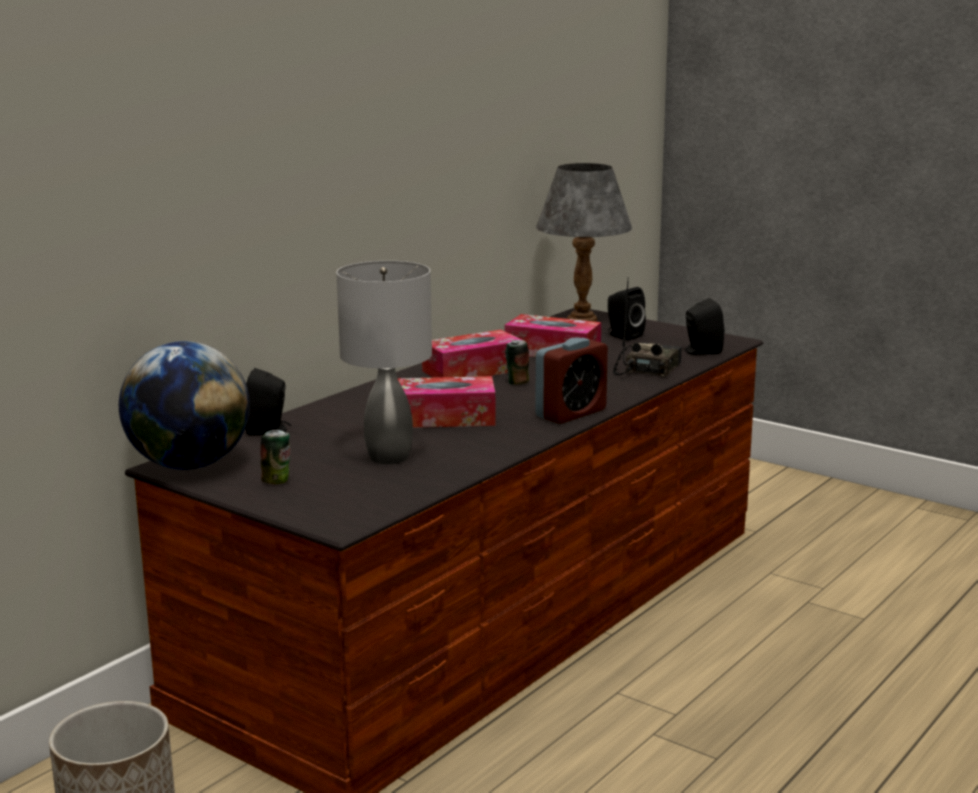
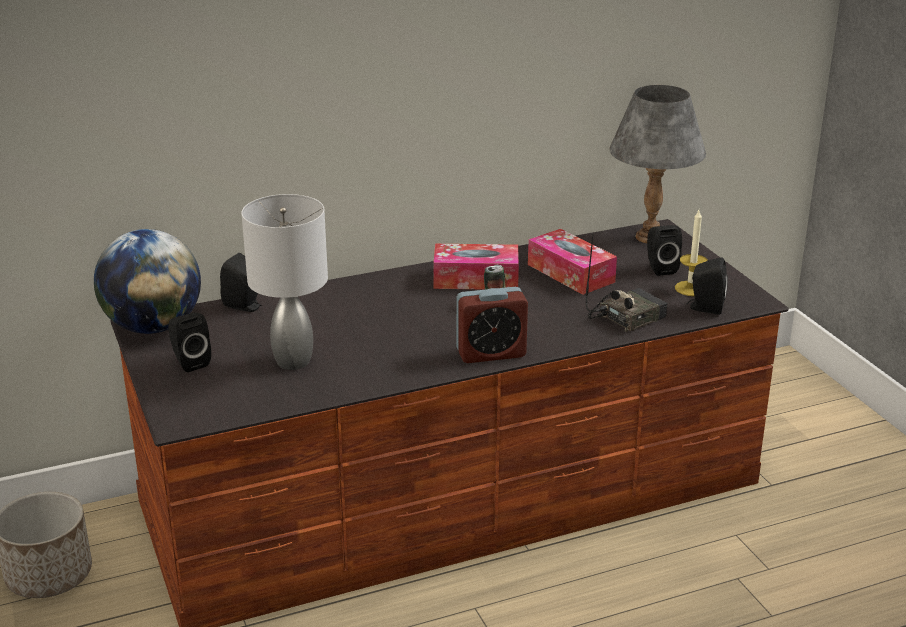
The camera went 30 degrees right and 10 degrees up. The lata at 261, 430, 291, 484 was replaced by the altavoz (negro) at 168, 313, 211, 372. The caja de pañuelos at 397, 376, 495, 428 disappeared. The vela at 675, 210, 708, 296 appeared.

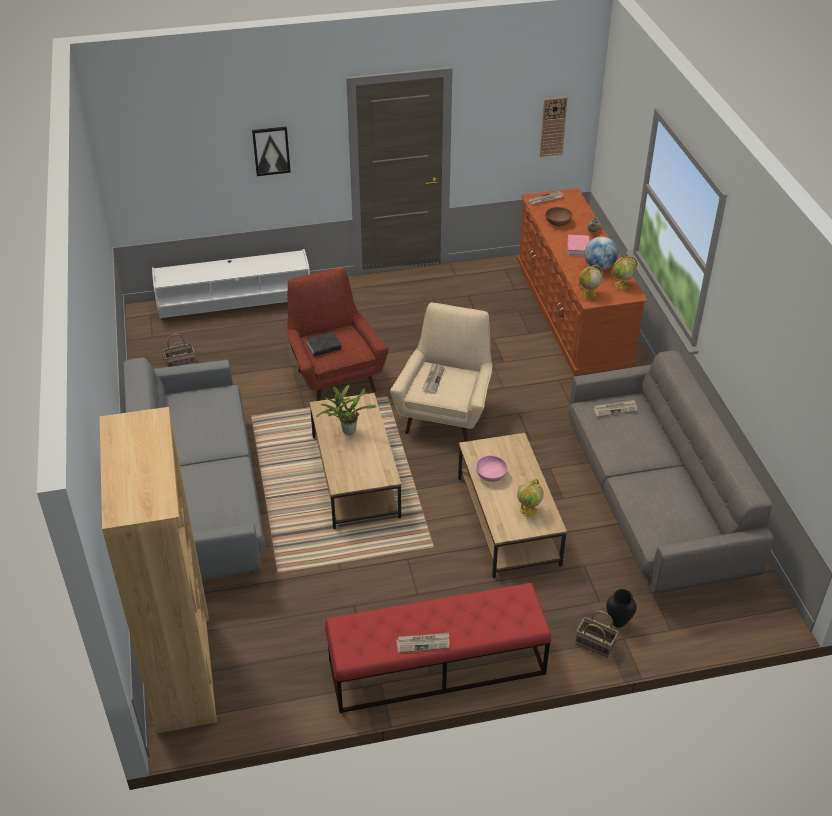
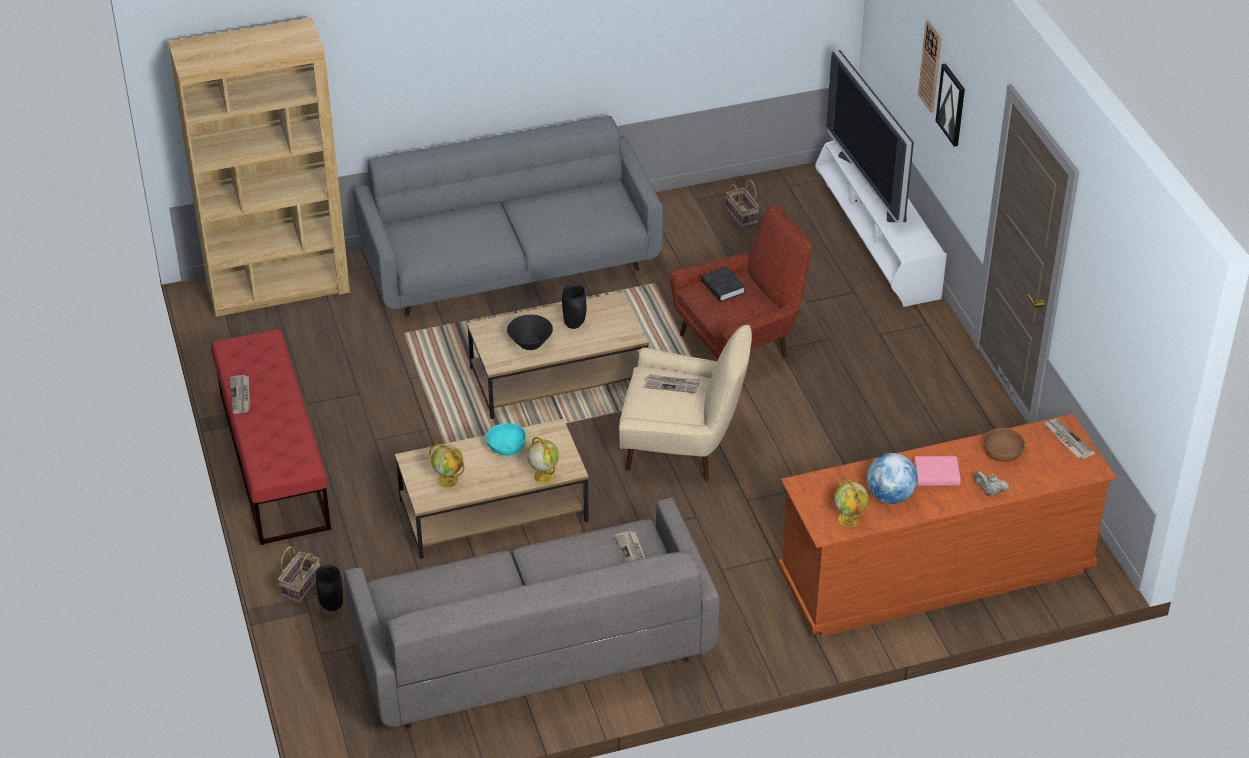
The camera went 85 degrees right and 0 degrees up. The planta en maceta at 316, 385, 377, 435 was replaced by the florero (negro) at 562, 284, 586, 329. The cuenco (rosa) at 476, 455, 508, 482 became the cuenco (turquesa) at 486, 423, 526, 456. The reloj de pared moved from 540, 97, 568, 157 to 918, 20, 941, 113. The globo terráqueo moved from 579, 265, 603, 299 to 527, 437, 559, 483. The cuenco (negro) at 507, 315, 553, 350 appeared. The televisor at 826, 50, 914, 223 appeared.

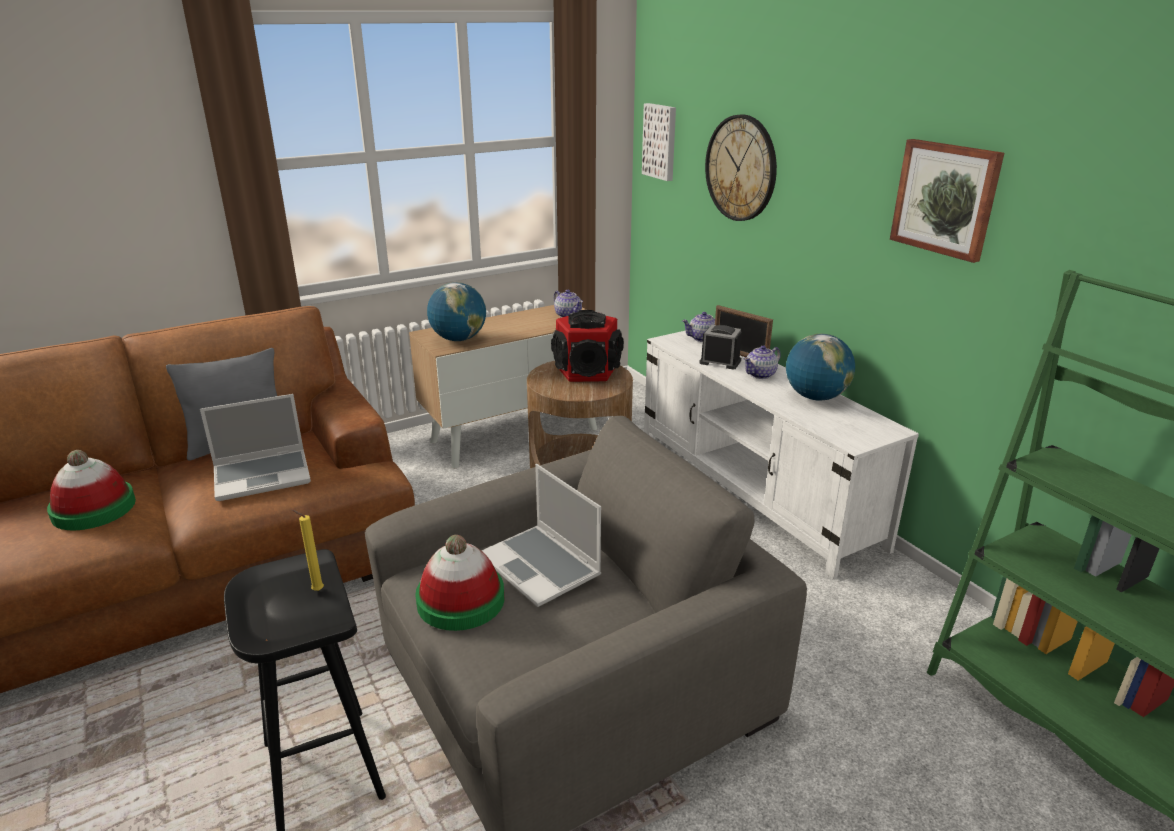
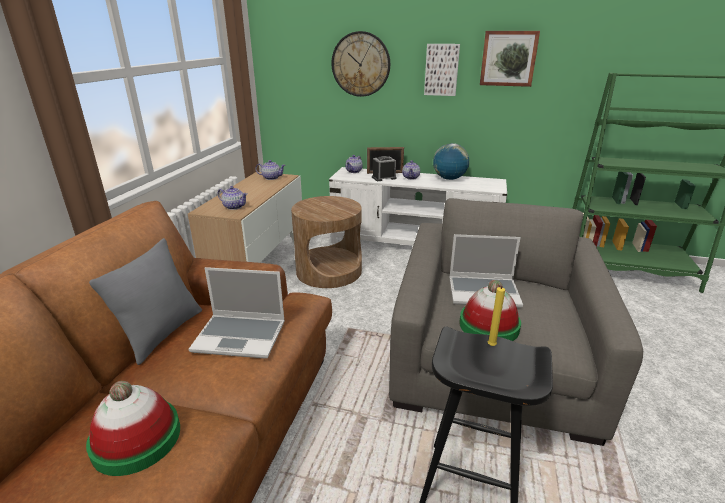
The camera went 45 degrees left and 0 degrees up. The portátil at 200, 394, 311, 501 turned 75 degrees clockwise. The globo terráqueo at 427, 282, 486, 341 was replaced by the tetera at 218, 186, 248, 210. The altavoz at 551, 310, 624, 382 disappeared. The cuadro moved from 642, 103, 676, 181 to 424, 44, 460, 96.

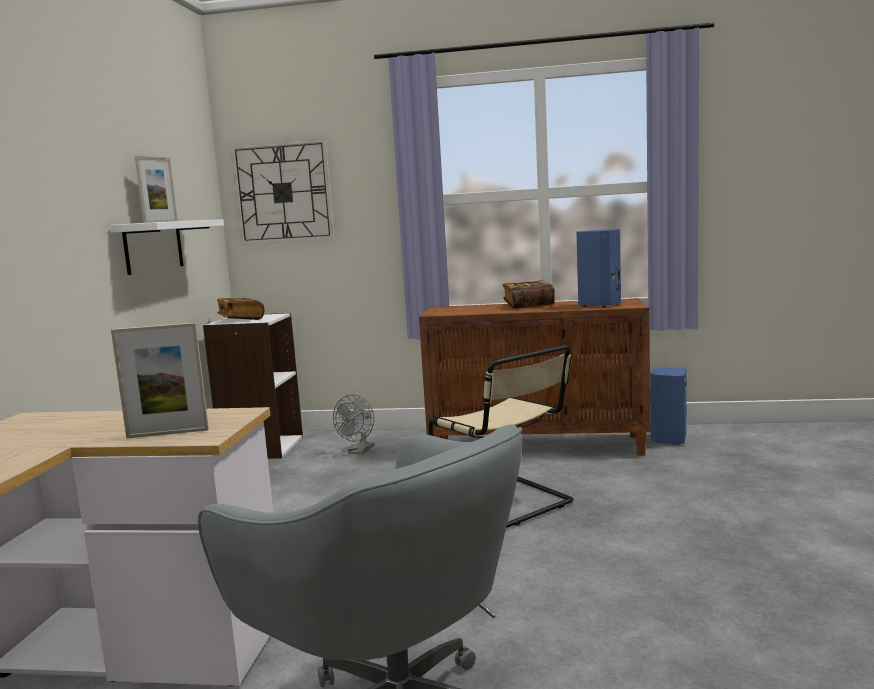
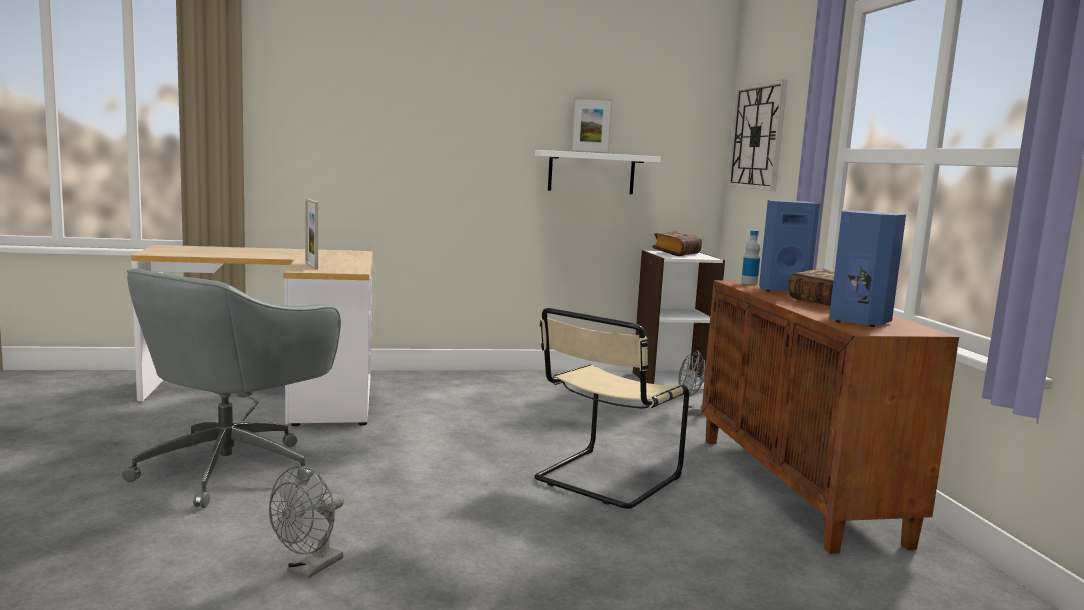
The camera went 70 degrees right and 0 degrees up. The altavoz (azul) moved from 650, 367, 687, 445 to 759, 200, 820, 291. The ventilador (gris) at 269, 466, 344, 578 appeared. The botella at 741, 230, 760, 285 appeared.

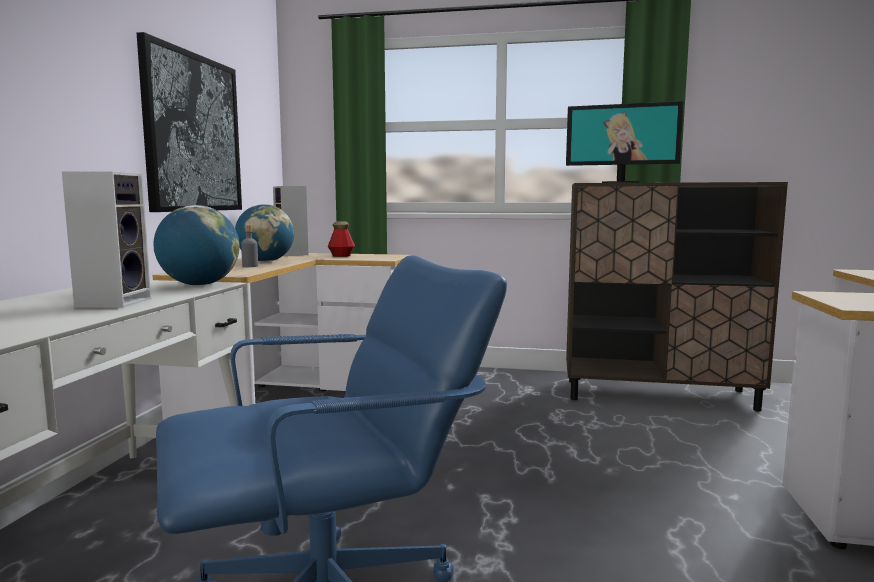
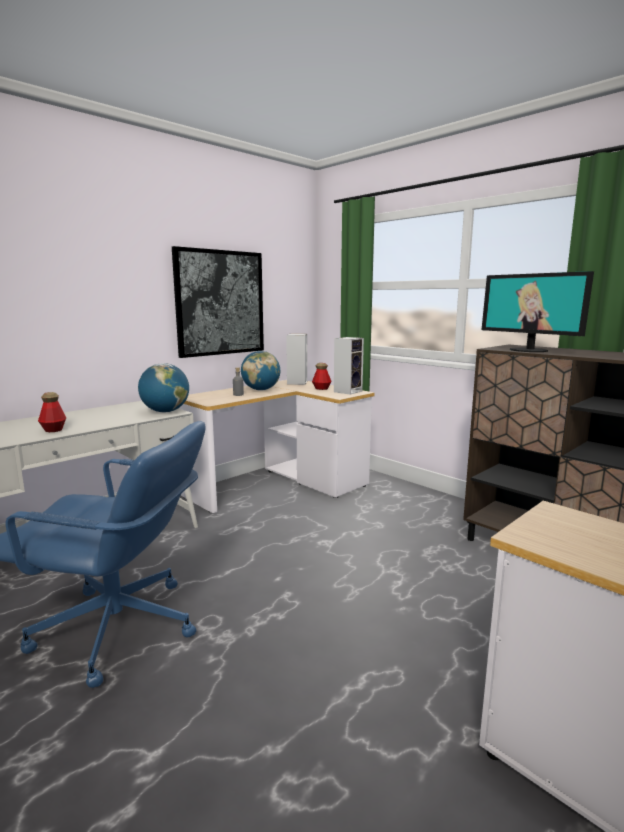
The camera went 35 degrees right and 5 degrees up. The altavoz moved from 62, 172, 151, 308 to 334, 337, 364, 395. The botella at 38, 392, 66, 432 appeared.

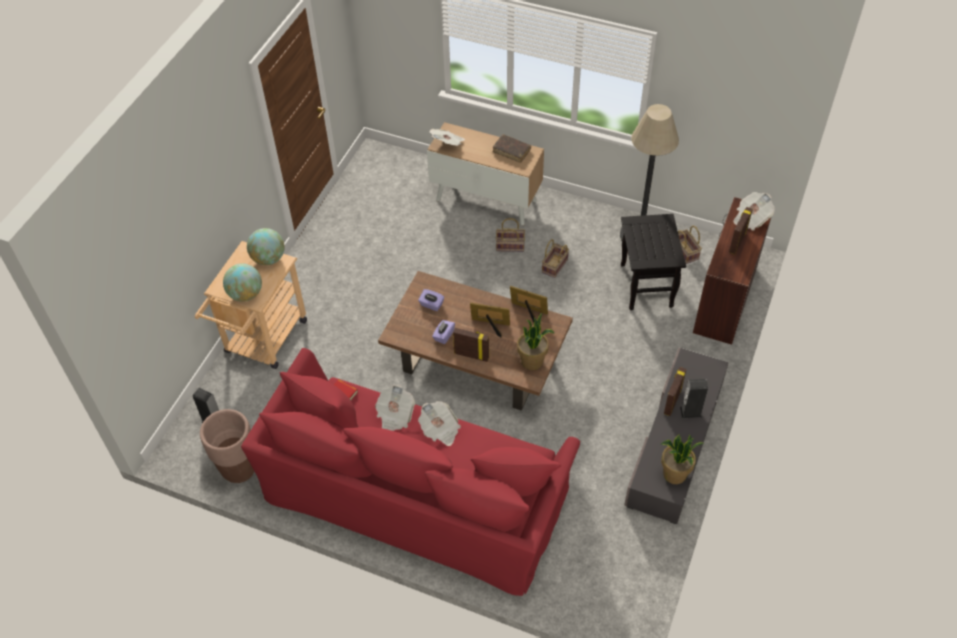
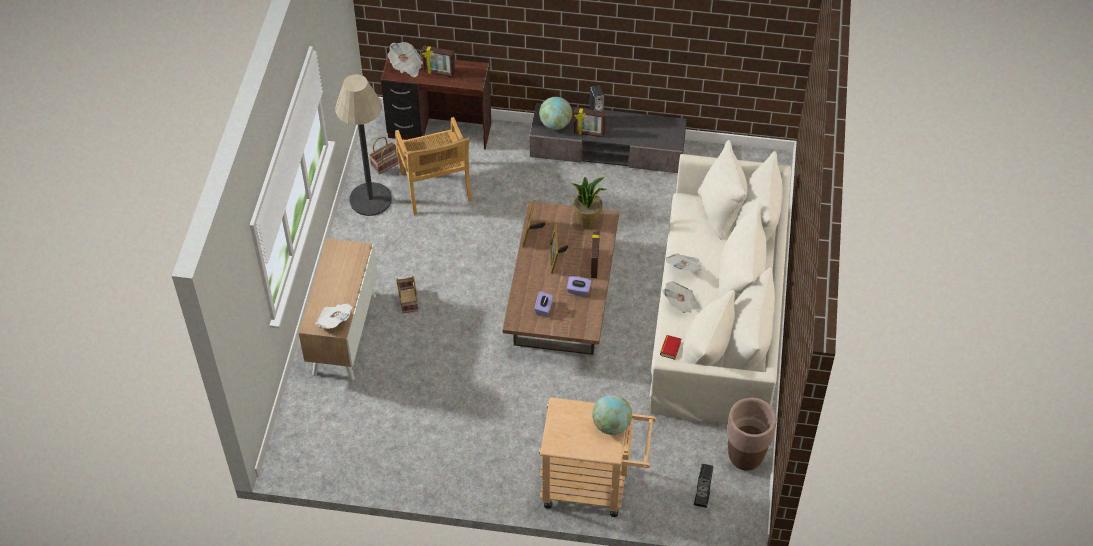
The camera went 105 degrees left and 0 degrees up. The sofá (rojo) at 241, 348, 580, 596 became the sofá (beis) at 648, 140, 791, 423. The globo terráqueo moved from 247, 228, 285, 265 to 539, 97, 572, 130. The libro (marrón) at 492, 134, 531, 163 disappeared. The cesta at 542, 239, 569, 278 disappeared. The mesa auxiliar (negro) at 621, 214, 686, 310 was replaced by the silla (beis) at 395, 117, 472, 215. The planta en maceta at 661, 435, 704, 484 disappeared.

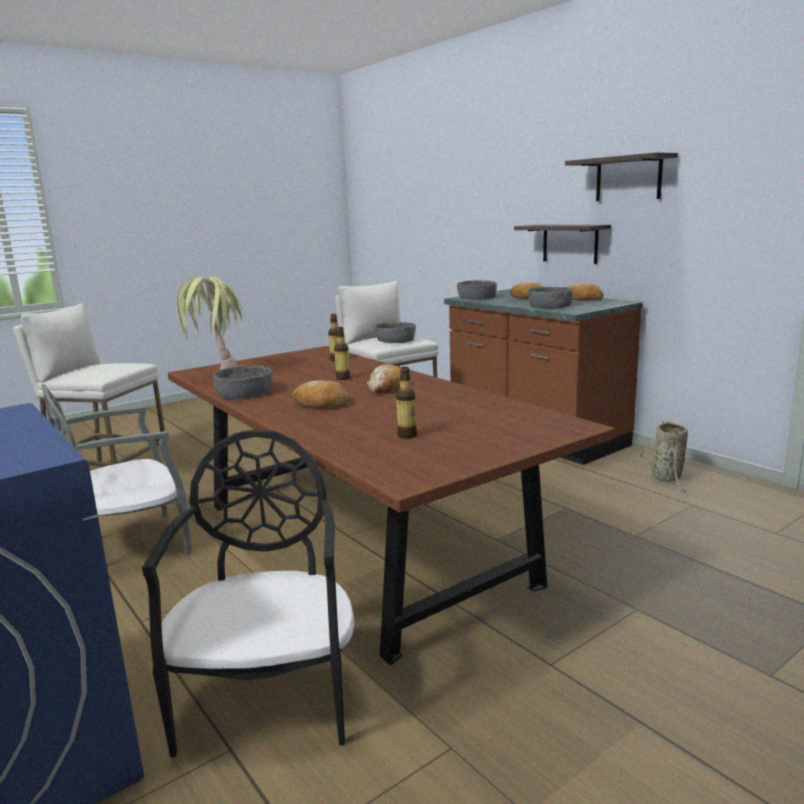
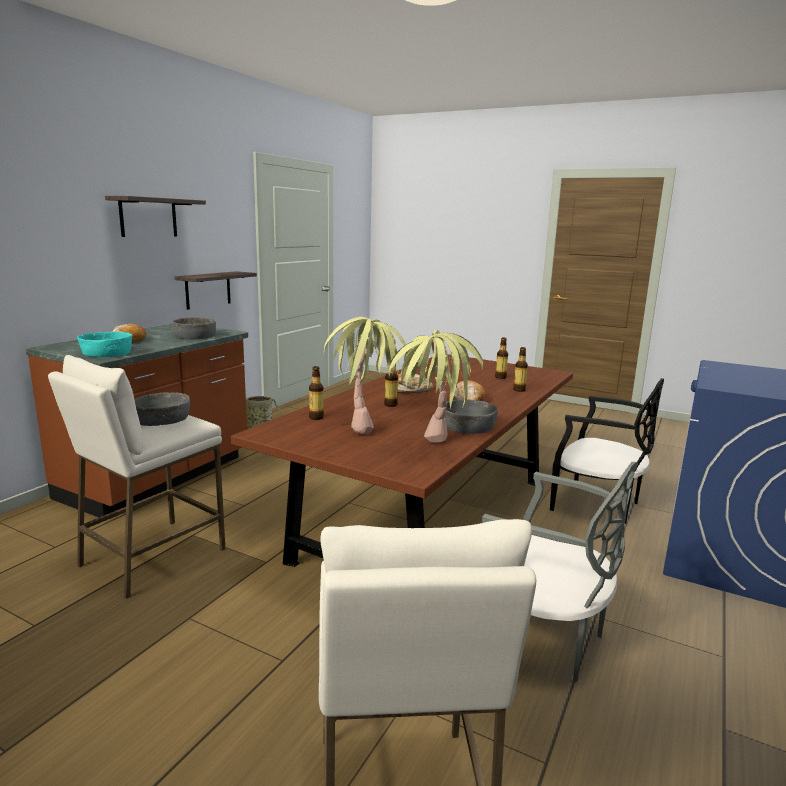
The camera went 115 degrees left and 0 degrees up. The silla (negro) at 142, 429, 354, 757 turned 120 degrees counterclockwise. The cuenco (gris) at 457, 280, 497, 300 became the cuenco (turquesa) at 77, 332, 132, 357. The estante moved from 514, 225, 611, 264 to 175, 271, 257, 310. The pan at 568, 283, 604, 301 disappeared. The planta en maceta at 324, 317, 406, 435 appeared. The botella at 513, 347, 528, 392 appeared.

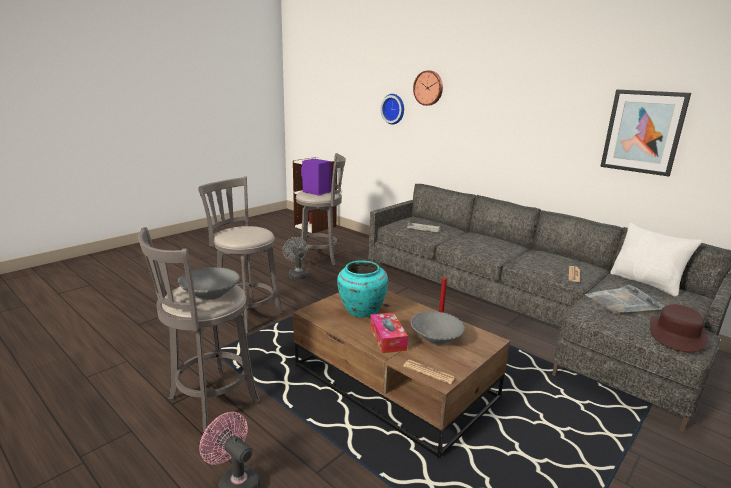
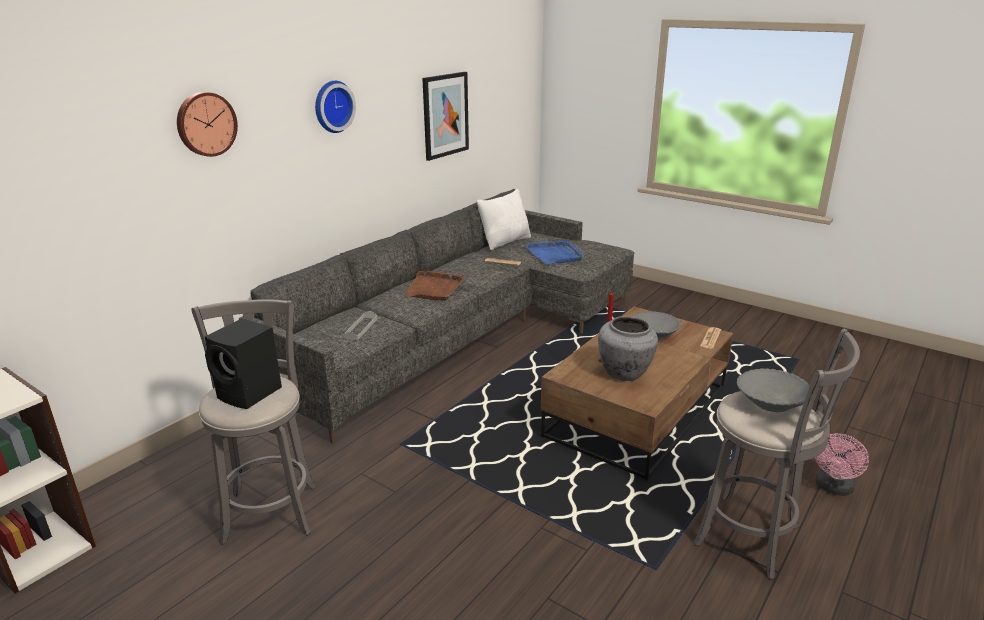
The camera went 95 degrees left and 5 degrees up. The taburete (gris) at 198, 176, 284, 334 disappeared. The ventilador (gris) at 282, 237, 309, 280 disappeared. The altavoz (morado) at 301, 159, 331, 195 became the altavoz (negro) at 204, 318, 282, 409. The florero (turquesa) at 337, 260, 388, 318 became the florero (gris) at 598, 316, 658, 381. The caja de pañuelos at 370, 312, 408, 353 disappeared. The reloj de pared moved from 380, 94, 404, 125 to 315, 81, 356, 133. The bandeja (gris) at 585, 285, 665, 315 became the bandeja (azul) at 526, 240, 584, 264. The sombrero (marrón) at 650, 304, 709, 352 disappeared. The bandeja (marrón) at 405, 271, 464, 300 appeared.

